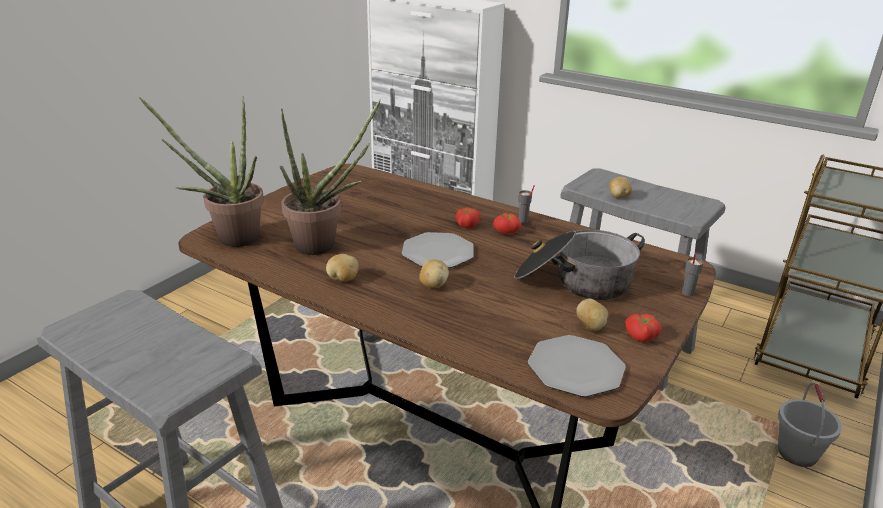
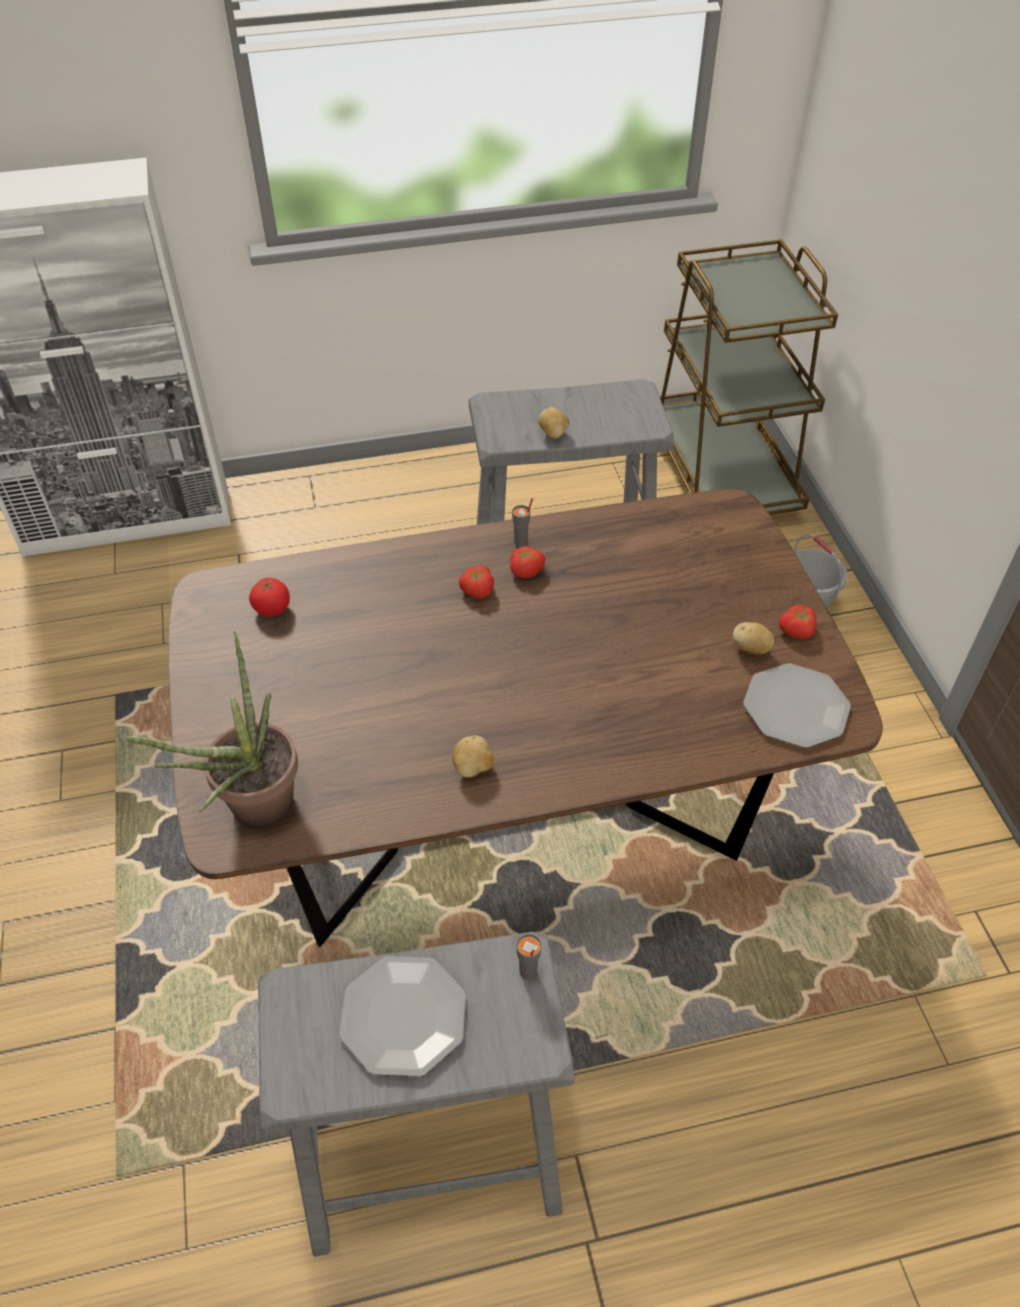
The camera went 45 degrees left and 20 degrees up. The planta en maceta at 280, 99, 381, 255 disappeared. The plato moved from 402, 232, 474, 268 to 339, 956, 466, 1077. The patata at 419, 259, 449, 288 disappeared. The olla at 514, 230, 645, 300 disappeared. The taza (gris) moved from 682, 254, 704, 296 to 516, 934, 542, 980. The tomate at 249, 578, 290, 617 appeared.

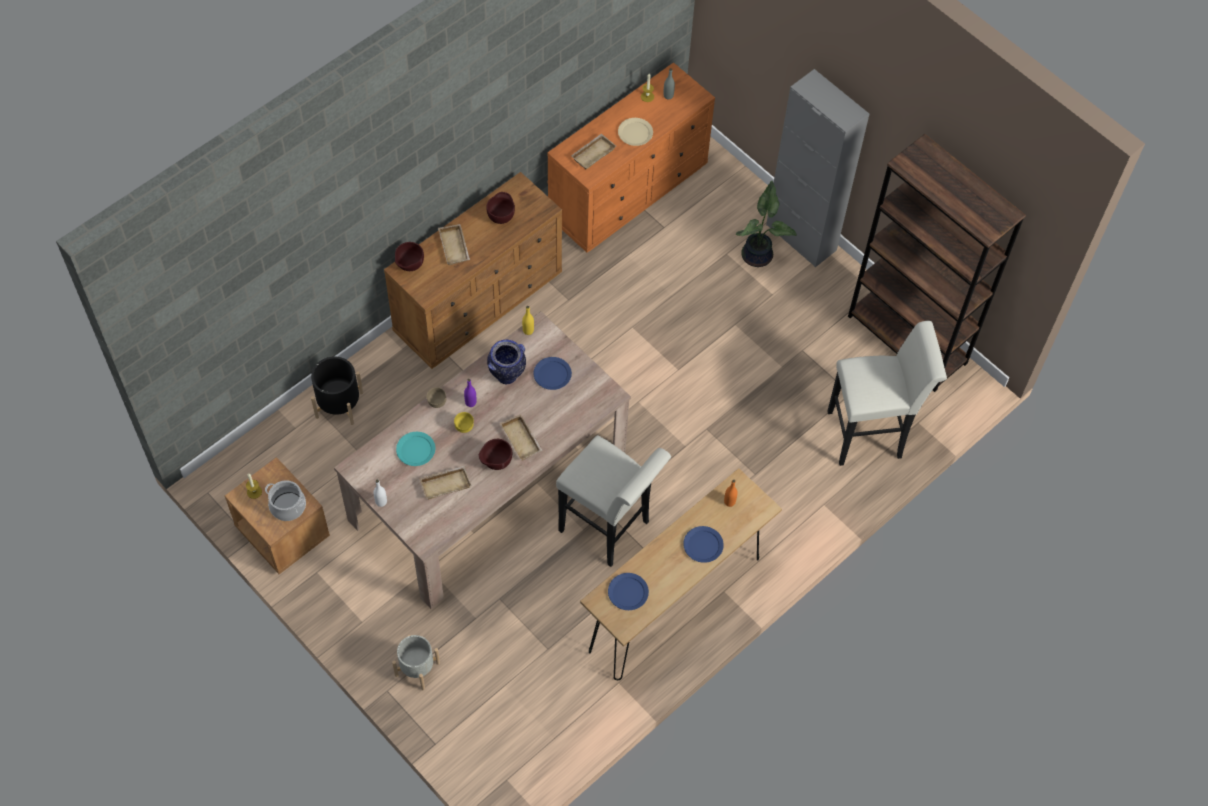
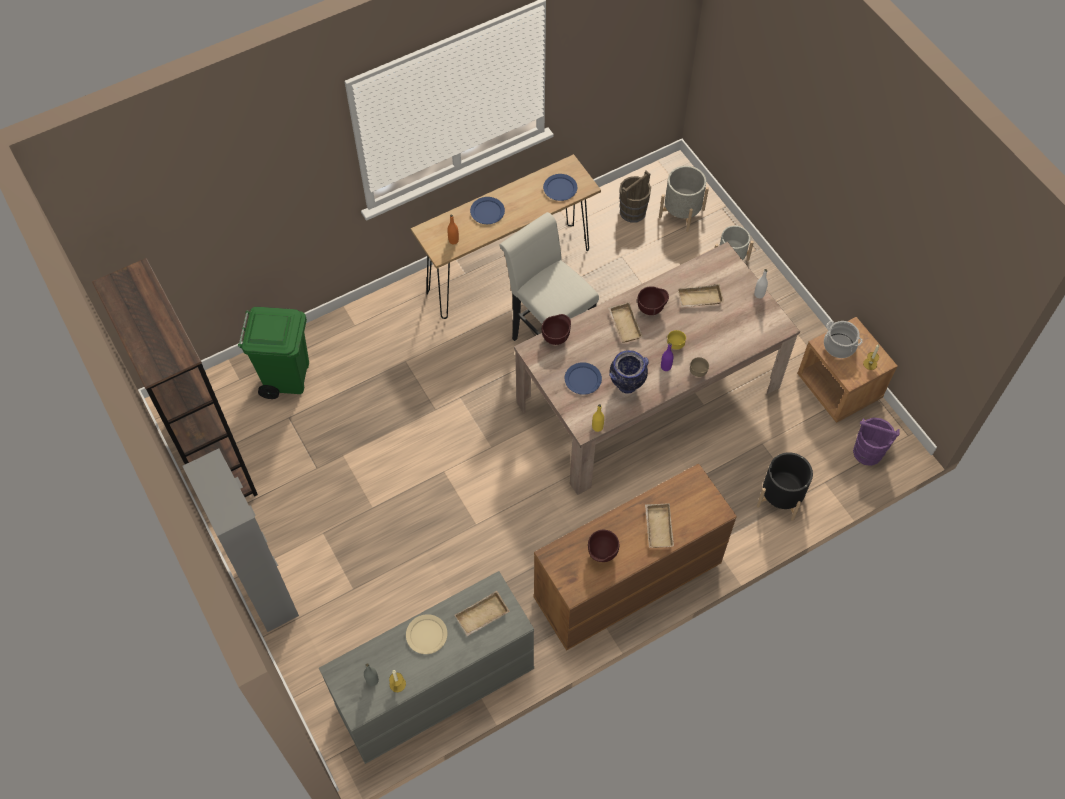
The camera went 165 degrees left and 0 degrees up. The cuenco (marrón) moved from 395, 242, 424, 271 to 542, 314, 571, 345. The plato (turquesa) at 396, 432, 435, 466 disappeared. The cómoda (naranja) at 547, 63, 715, 253 became the cómoda (gris) at 319, 571, 534, 764. The planta en maceta at 735, 181, 797, 267 disappeared. The taburete (blanco) at 827, 321, 947, 466 was replaced by the papelera (verde) at 238, 307, 309, 399. The cubo (marrón) at 619, 171, 651, 223 appeared. The maceta (gris) at 659, 166, 709, 232 appeared. The cubo (morado) at 853, 418, 900, 466 appeared.

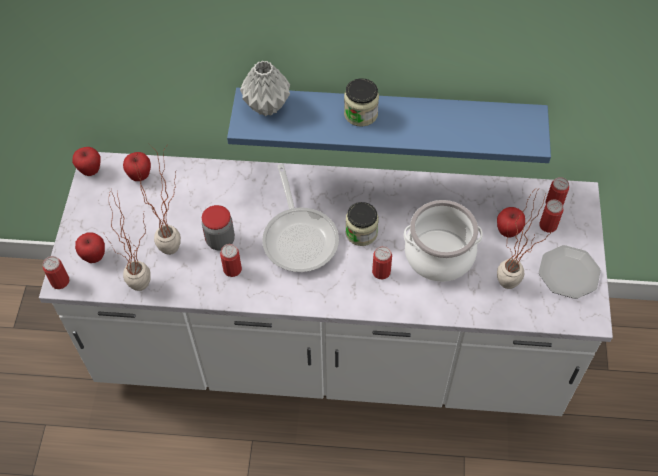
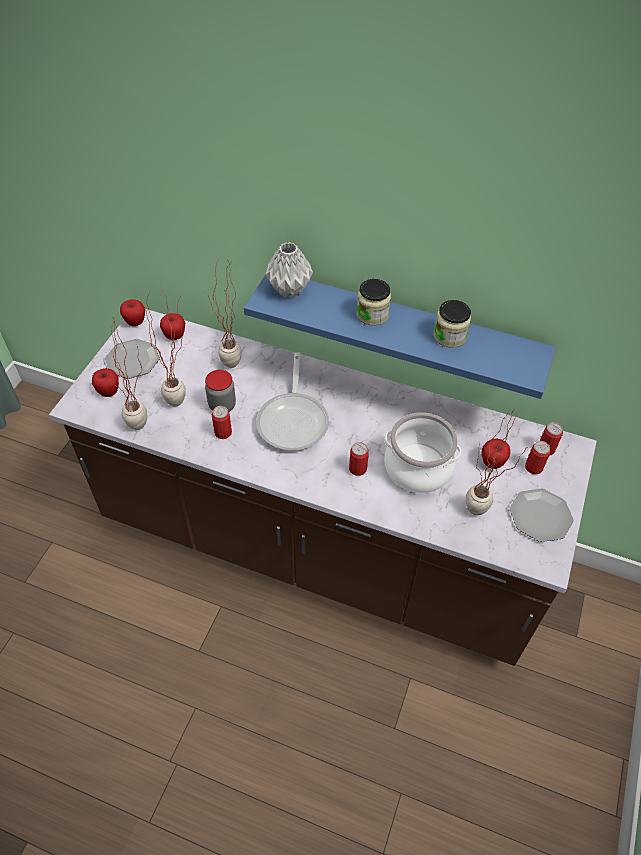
The camera went 15 degrees right and 5 degrees down. The mueble bajo de cocina (blanco) at 39, 152, 613, 416 became the mueble bajo de cocina (marrón) at 49, 309, 597, 666. The lata at 43, 256, 69, 289 disappeared. The tarro moved from 345, 202, 379, 246 to 433, 300, 471, 348. The plato at 105, 339, 160, 379 appeared. The planta en maceta at 203, 258, 242, 368 appeared.

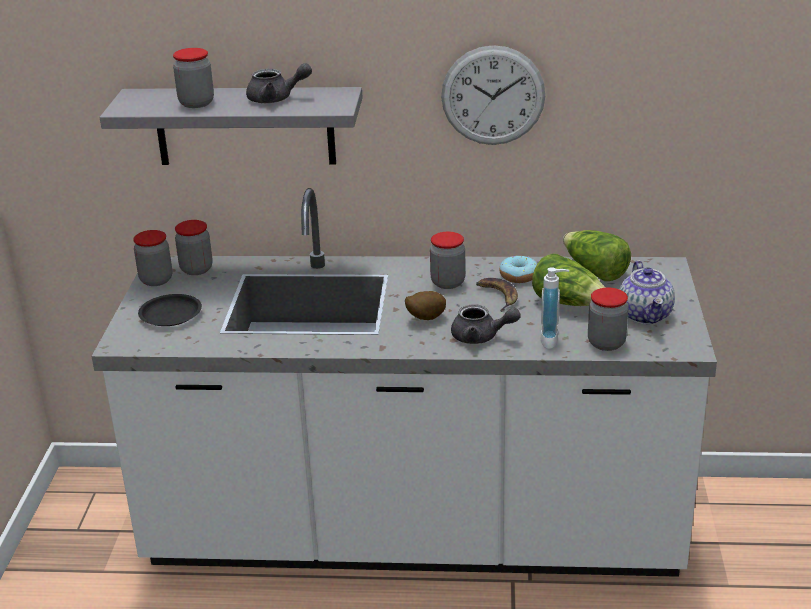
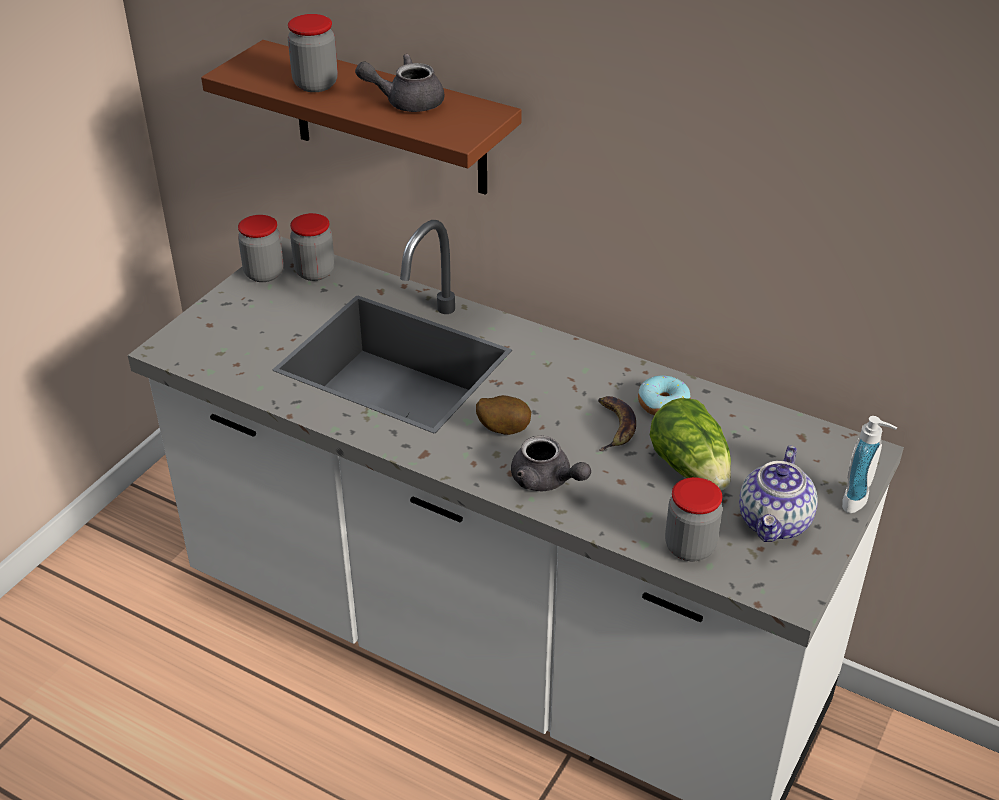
The camera went 25 degrees right and 10 degrees up. The estante (gris) at 100, 87, 363, 165 became the estante (marrón) at 201, 40, 522, 195. The plato (negro) at 138, 294, 202, 326 disappeared. The tetera (gris) at 246, 63, 312, 103 turned 150 degrees clockwise. The tarro at 430, 232, 465, 289 disappeared. The reloj de pared at 441, 45, 545, 145 disappeared. The dispensador de jabón moved from 541, 267, 569, 349 to 842, 416, 897, 513. The lechuga at 563, 230, 631, 281 disappeared.

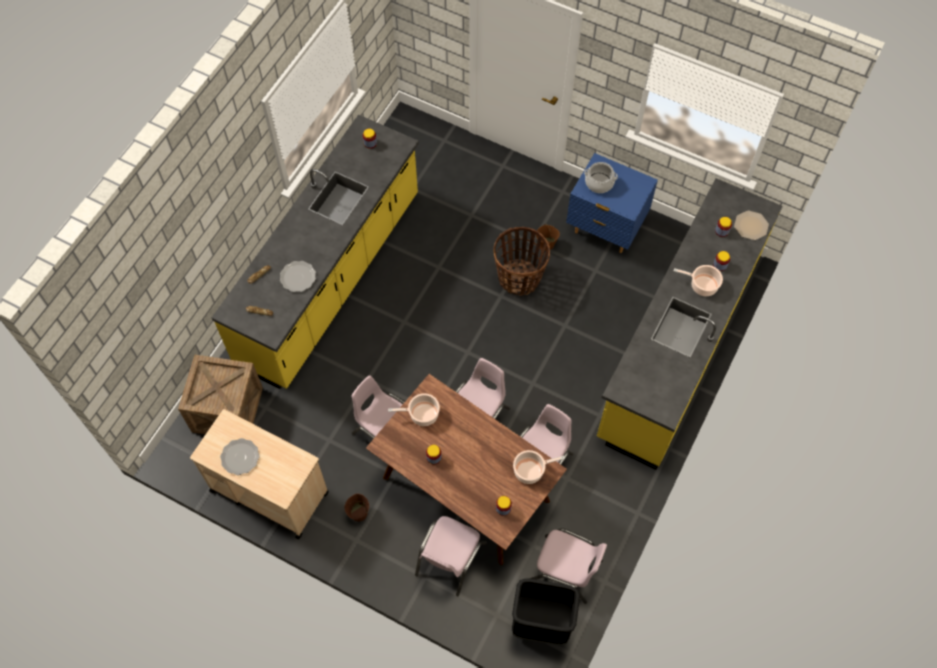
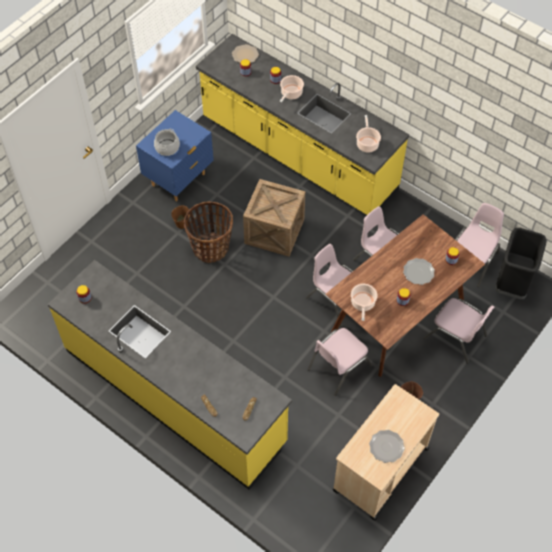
The camera went 80 degrees left and 5 degrees down. The caja de embalaje moved from 178, 355, 263, 434 to 243, 179, 305, 256. The plato moved from 280, 261, 316, 292 to 403, 258, 435, 285. The olla moved from 513, 450, 565, 484 to 356, 115, 381, 153.

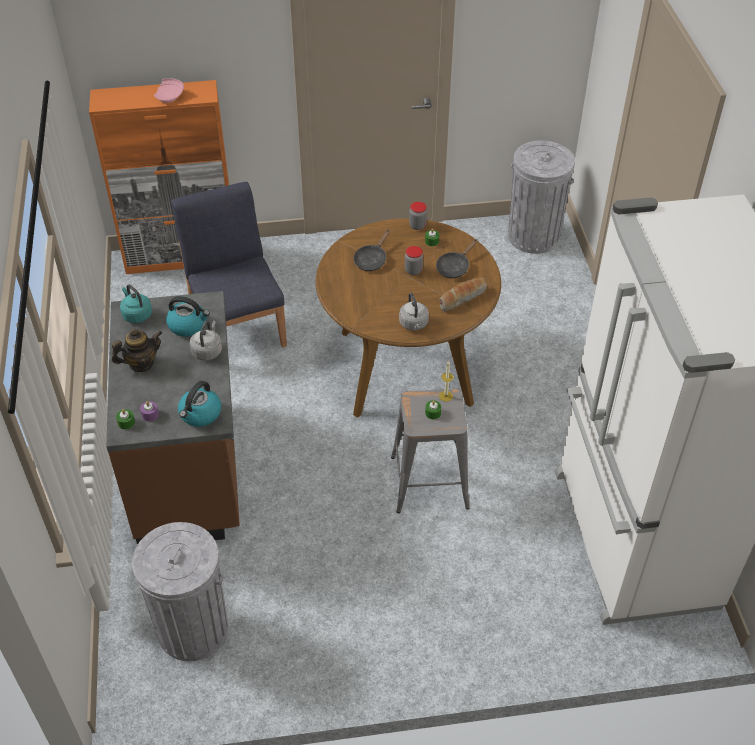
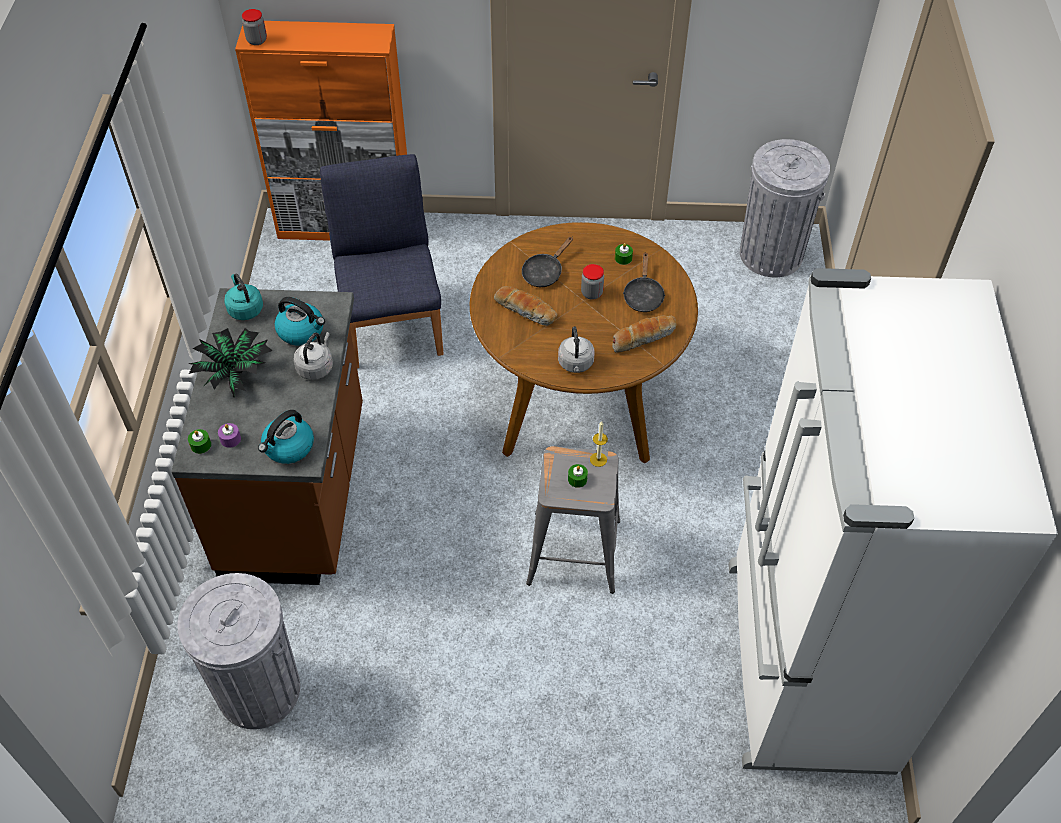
The camera went 10 degrees right and 5 degrees up. The tetera at 112, 329, 162, 372 was replaced by the planta en maceta at 189, 328, 273, 397. The plato (rosa) at 154, 78, 184, 103 disappeared. The tarro moved from 409, 202, 427, 230 to 242, 9, 267, 45. The sartén (negro) at 436, 239, 478, 278 turned 45 degrees counterclockwise. The pan at 494, 286, 558, 326 appeared.

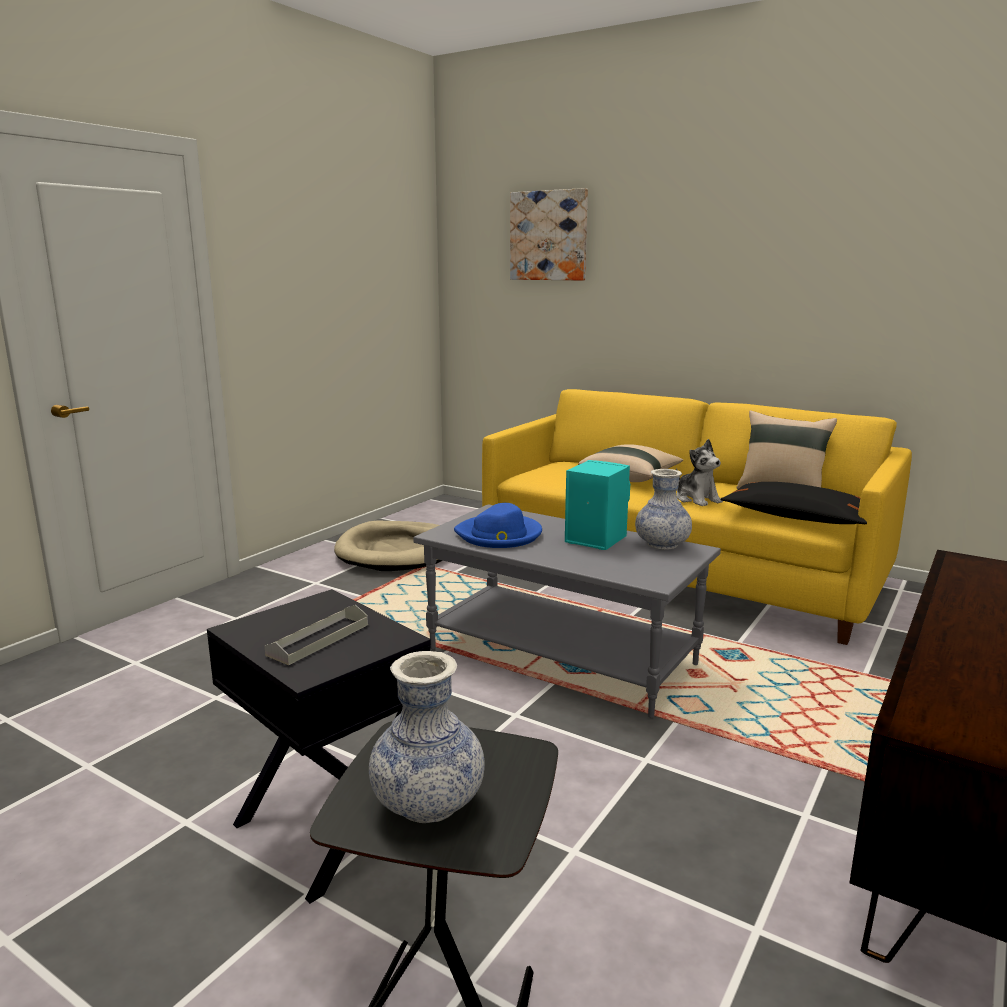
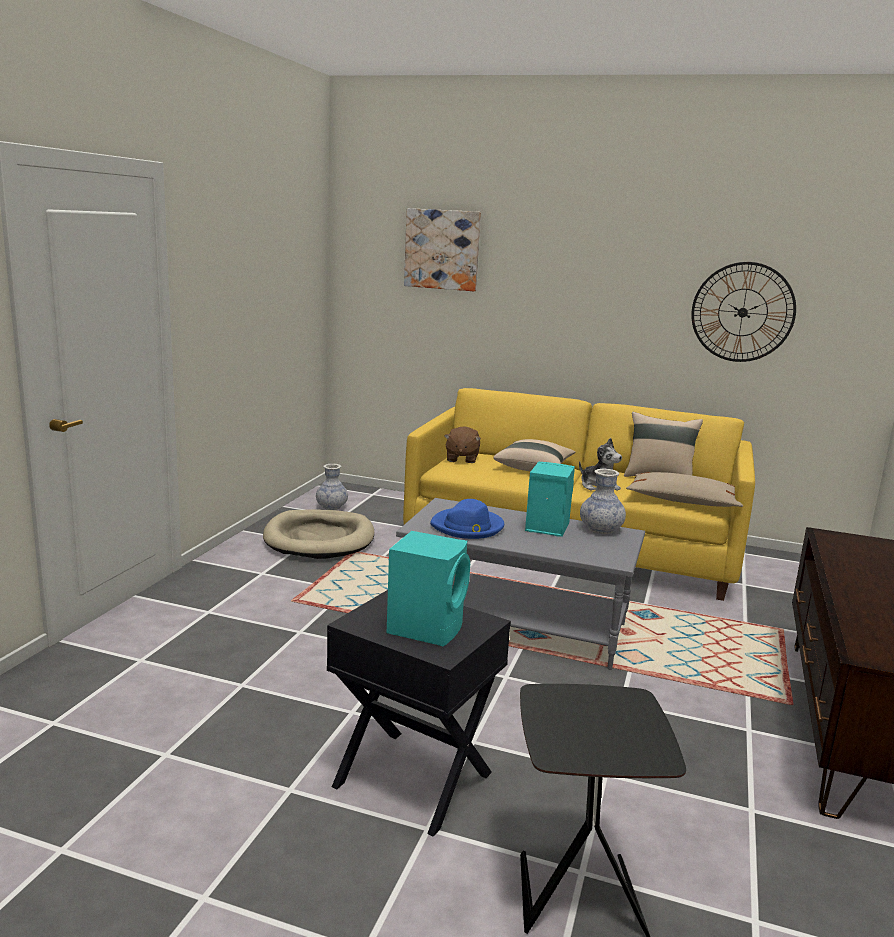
The camera went 15 degrees left and 0 degrees up. The bandeja (gris) at 264, 605, 368, 665 was replaced by the altavoz (turquesa) at 387, 531, 470, 647. The florero moved from 369, 651, 485, 823 to 316, 464, 348, 510. The cojín (negro) at 721, 482, 867, 524 became the cojín (beis) at 626, 472, 743, 507. The peluche (marrón) at 444, 426, 481, 463 appeared. The reloj de pared at 691, 262, 796, 362 appeared.

